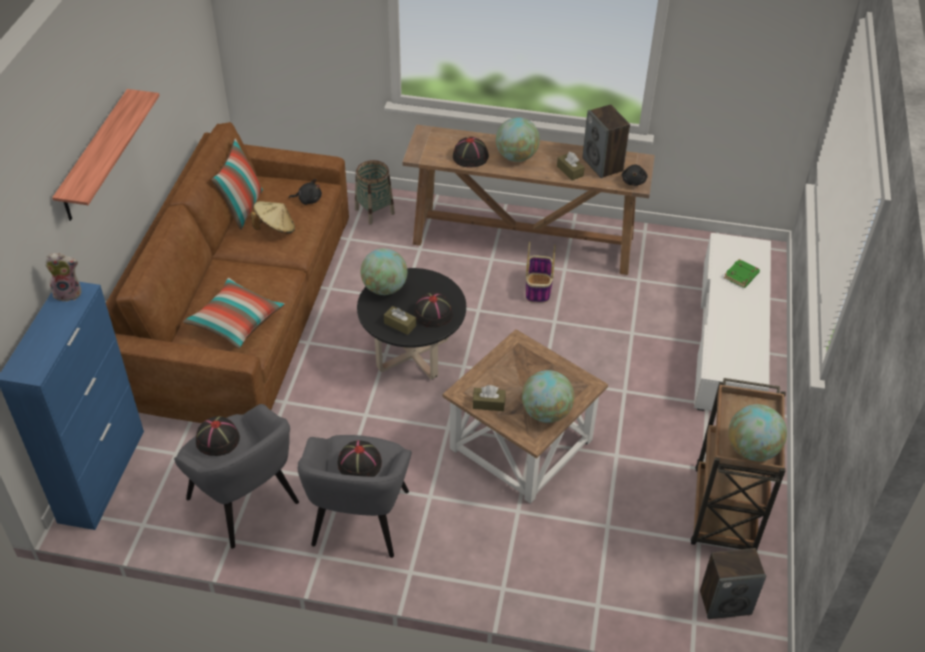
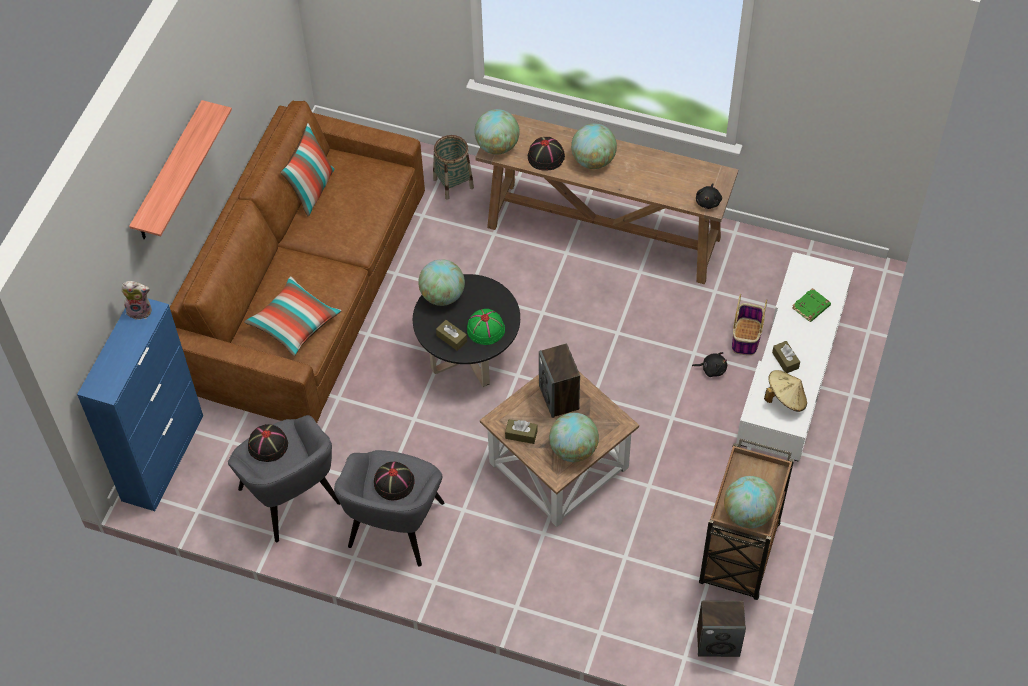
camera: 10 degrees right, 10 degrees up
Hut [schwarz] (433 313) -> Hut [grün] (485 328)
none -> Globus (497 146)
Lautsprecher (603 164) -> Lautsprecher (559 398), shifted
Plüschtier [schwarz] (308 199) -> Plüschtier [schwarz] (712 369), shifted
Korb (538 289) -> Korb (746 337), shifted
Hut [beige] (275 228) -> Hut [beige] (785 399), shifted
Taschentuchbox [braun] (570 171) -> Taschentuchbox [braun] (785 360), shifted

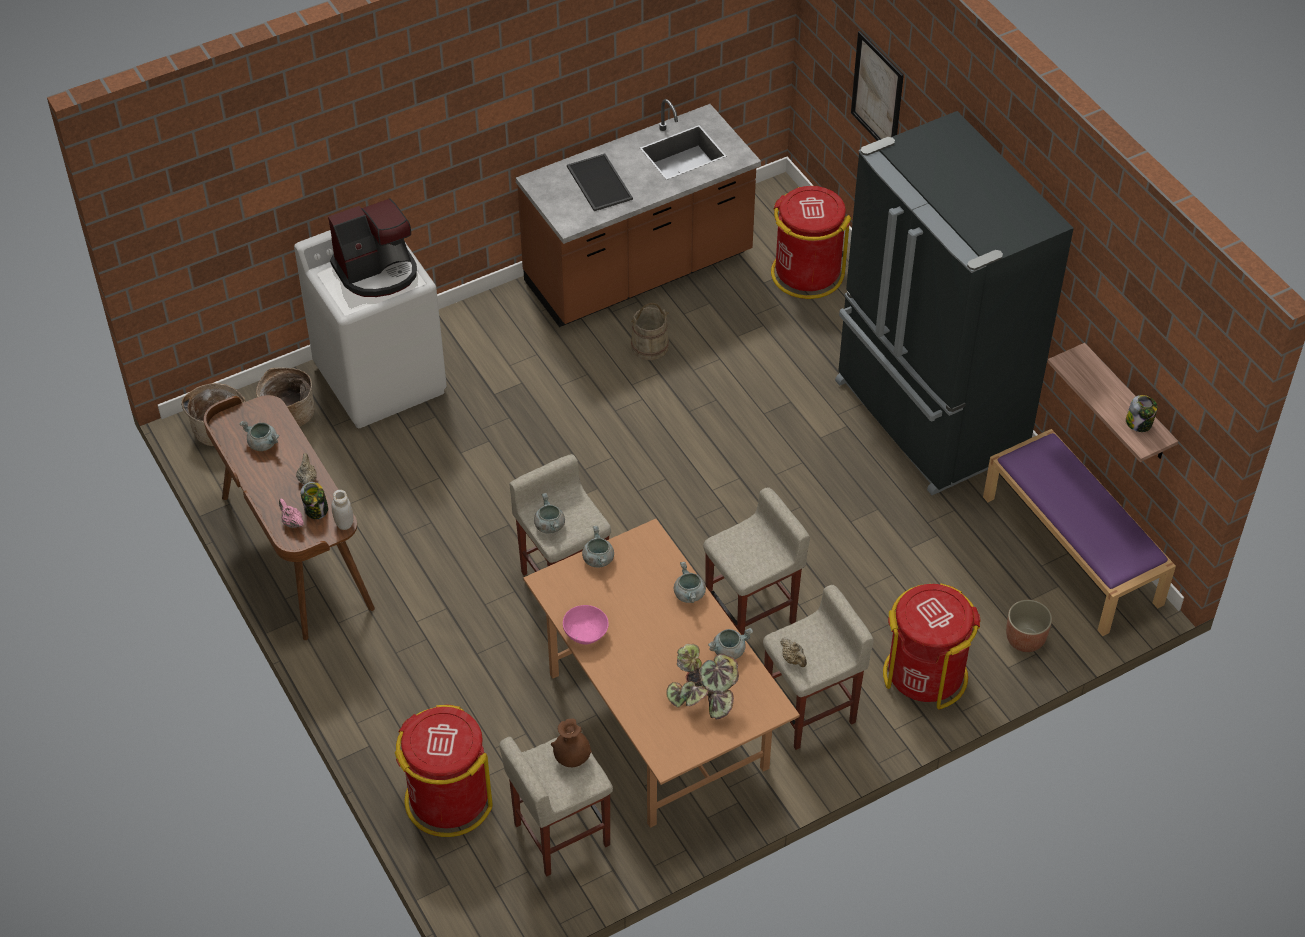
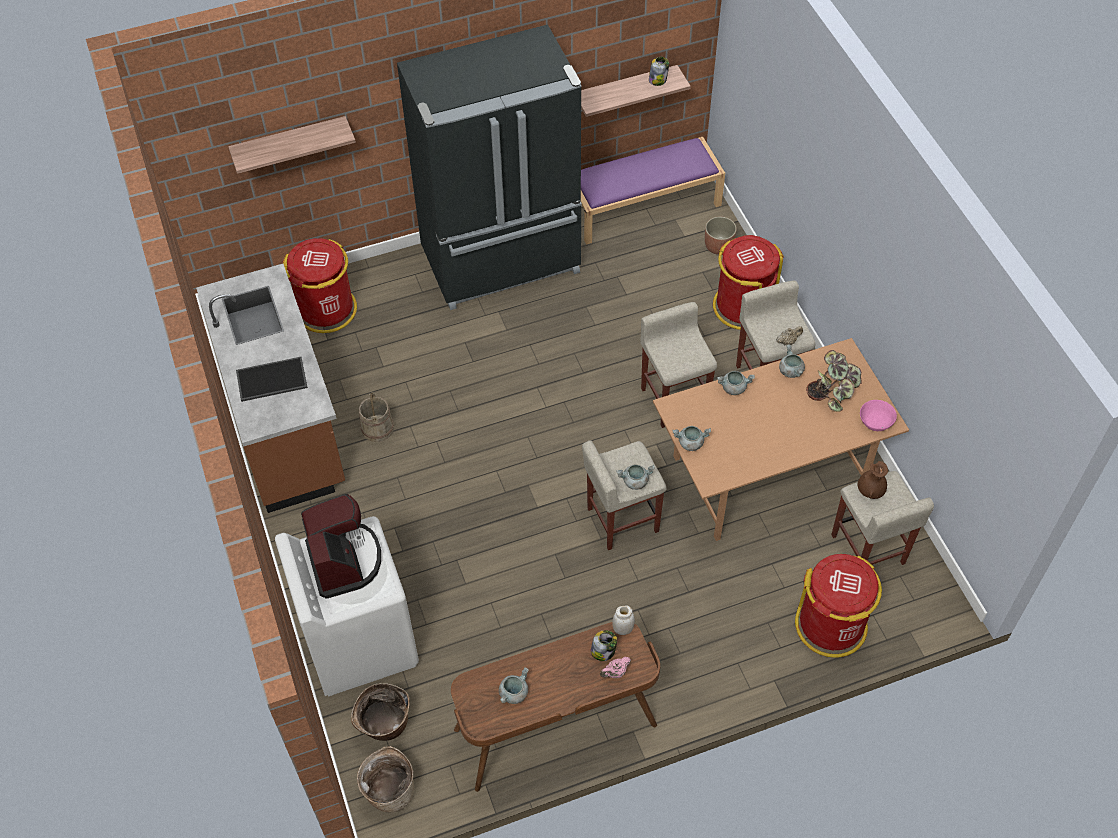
camera: 80 degrees left, 5 degrees up
Bild (877 94) -> Wandregal (290 143)
Schüssel [rosa] (585 633) -> Schüssel [rosa] (875 422), shifted
Teekanne [beige] (307 479) -> none

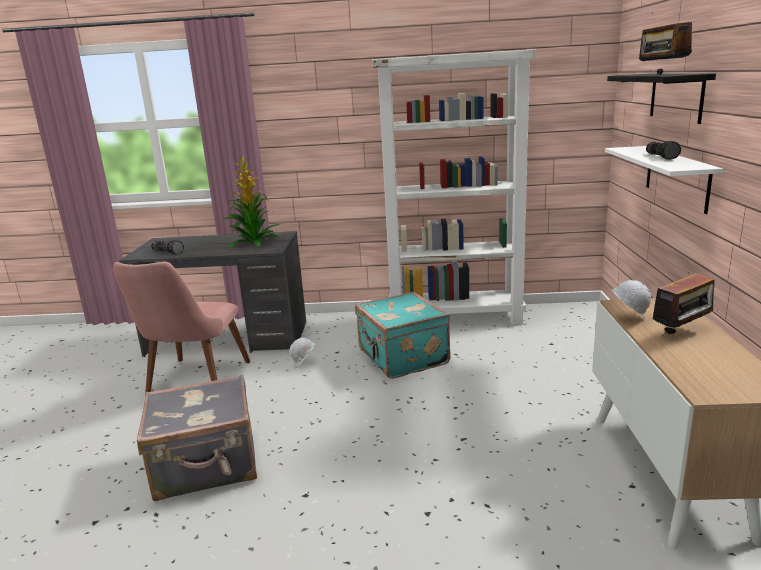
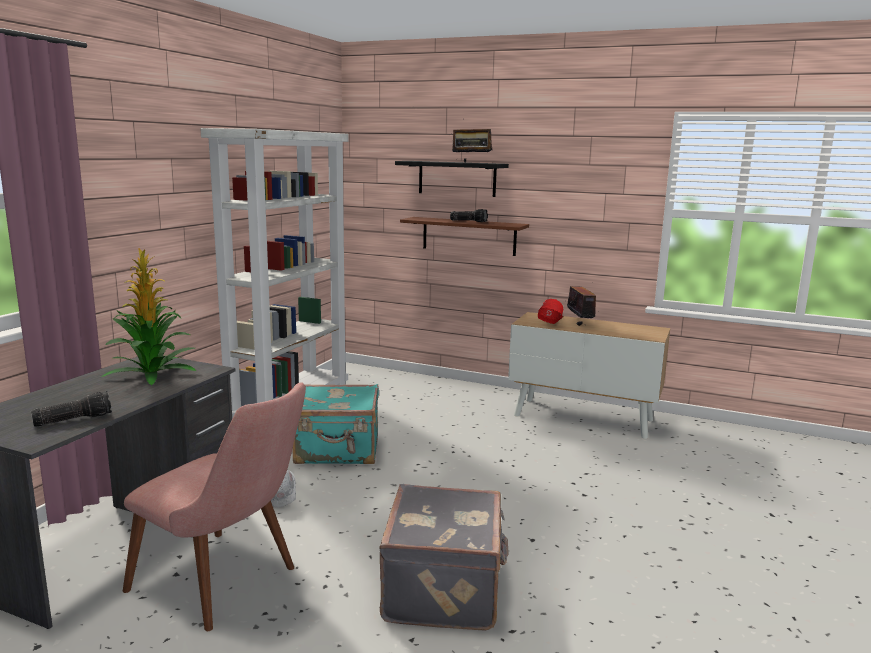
camera: 70 degrees left, 5 degrees down
Wandregal [weiß] (676 177) -> Wandregal [braun] (469 236)
Schutzhelm [weiß] (628 318) -> Schutzhelm [rot] (548 326)

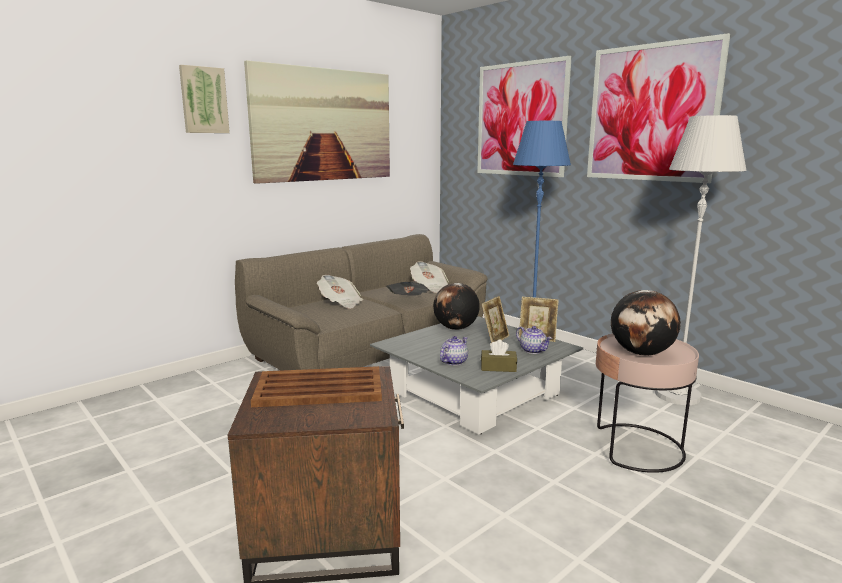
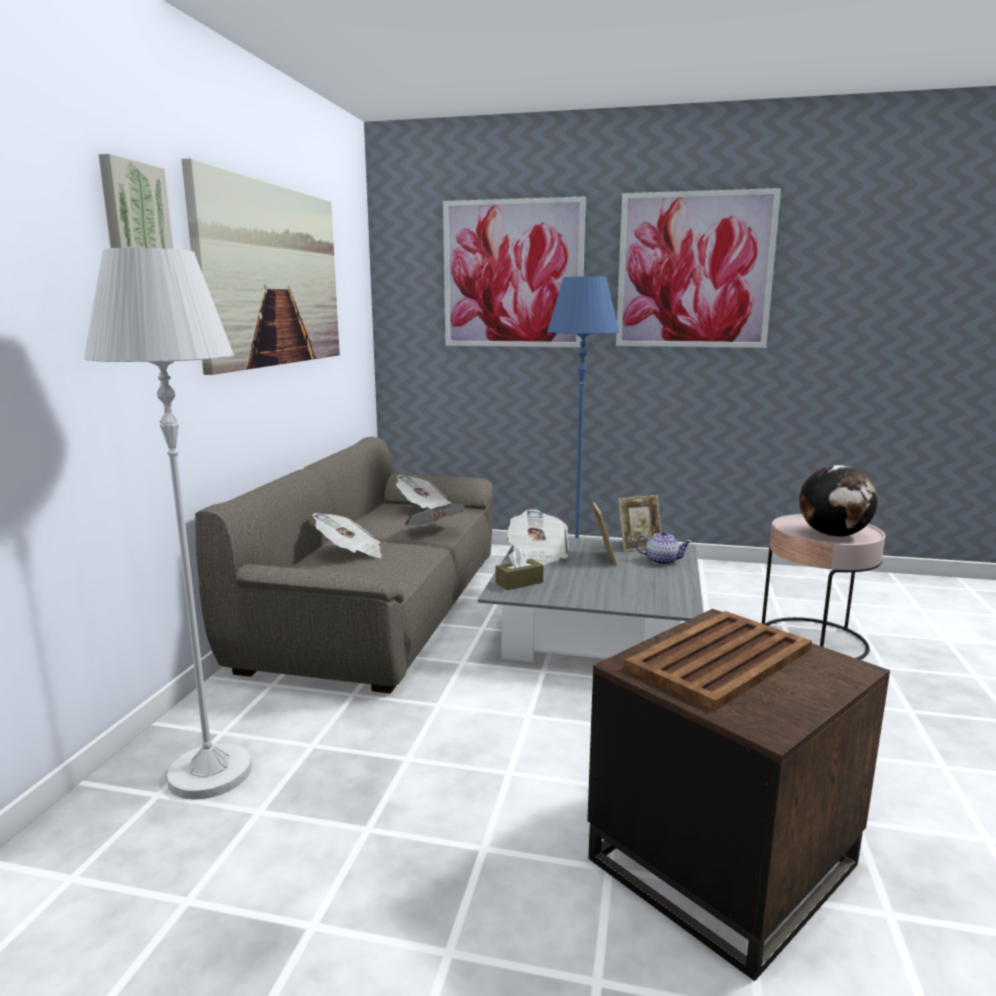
camera: 35 degrees left, 0 degrees up
Stehlampe [weiß] (677 395) -> Stehlampe [weiß] (210 773), shifted
Taschentuchbox [braun] (498 368) -> Taschentuchbox [braun] (519 582), shifted
Globus (455 328) -> Zeitung (538 555)
Teekanne (453 362) -> none

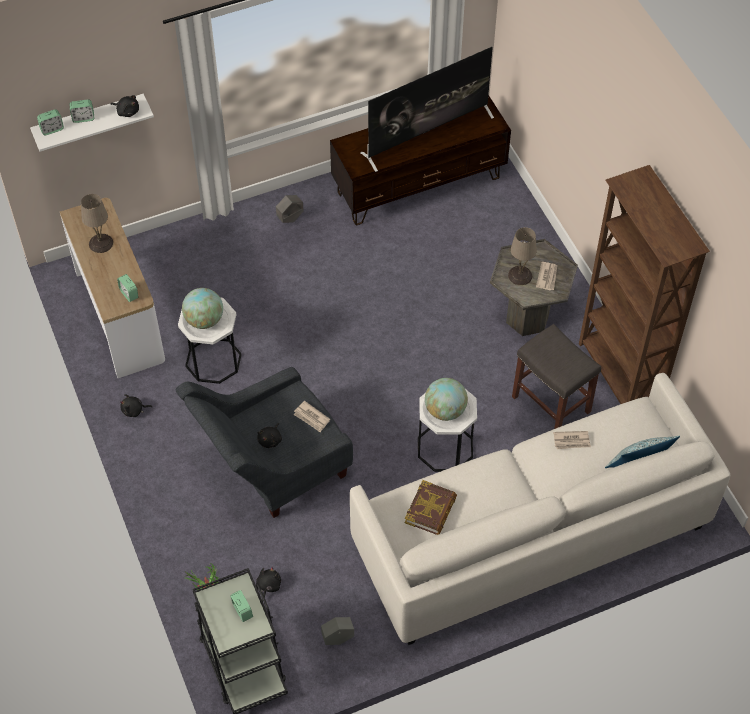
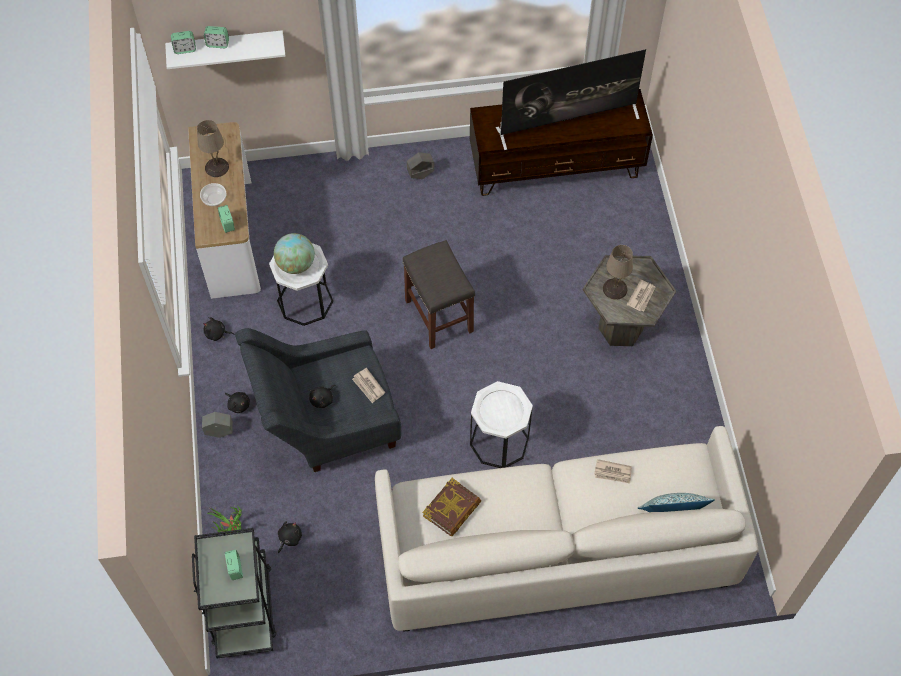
camera: 15 degrees right, 5 degrees up
none -> Schüssel (214 199)
Pflanzkübel [grau] (338 638) -> Pflanzkübel [grau] (219 432), shifted
Plüschtier [schwarz] (127 111) -> Plüschtier [schwarz] (238 404), shifted
Hocker [grau] (552 405) -> Hocker [grau] (440 316), shifted
Globus (445 410) -> none
Bücherregal [braun] (619 375) -> none

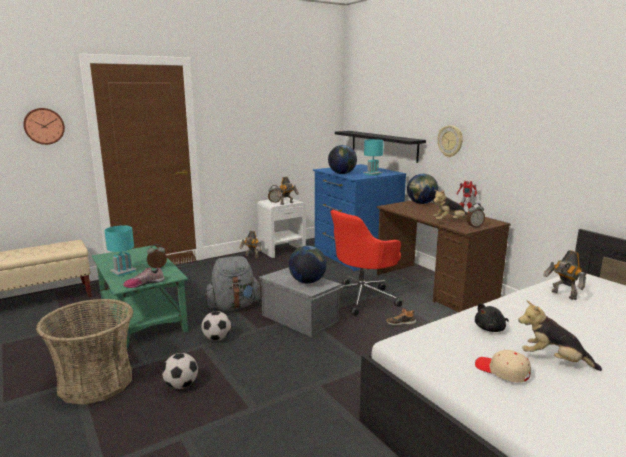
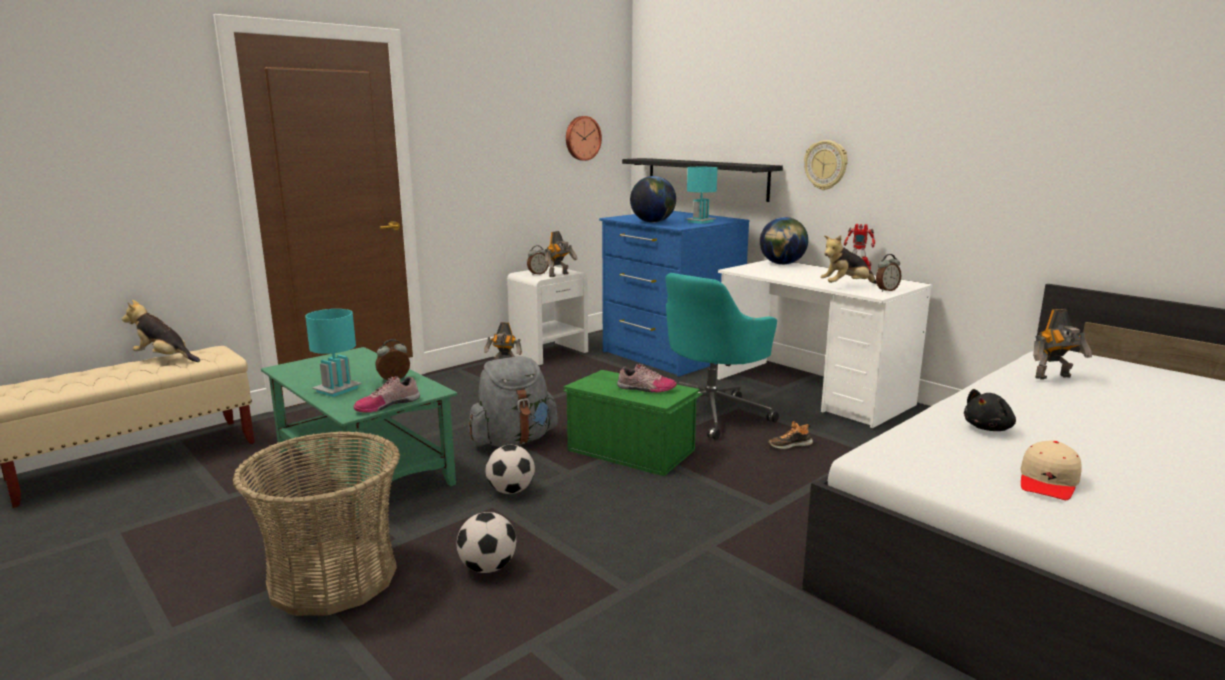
camera: 10 degrees left, 0 degrees up
Plüschtier (553 360) -> Plüschtier (164 358), shifted
Aufbewahrungsbox [grau] (300 317) -> Aufbewahrungsbox [grün] (631 449)
Wanduhr (44 126) -> Wanduhr (582 138), shifted
Globus (307 281) -> Schuh (646 388)
Bürostuhl [rot] (362 298) -> Bürostuhl [türkis] (712 414)
Schreibtisch [braun] (434 287) -> Schreibtisch [weiß] (812 392)
Kappe [beige] (502 371) -> Kappe [beige] (1048 481), 90 degrees counterclockwise
Spielzeugroboter (563 295) -> Spielzeugroboter (1054 377), 60 degrees counterclockwise

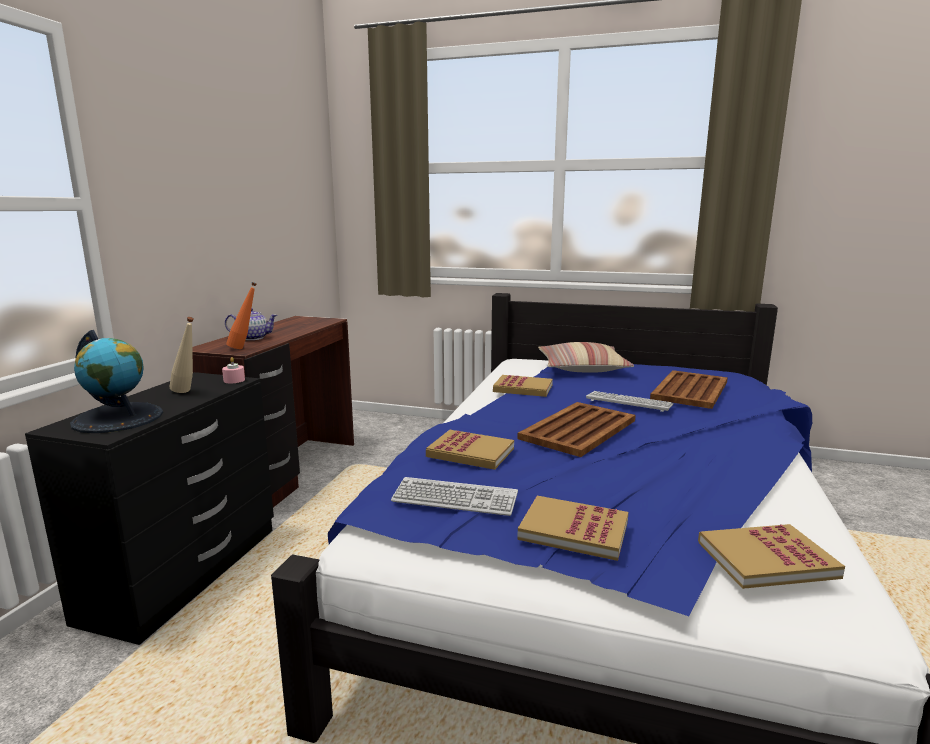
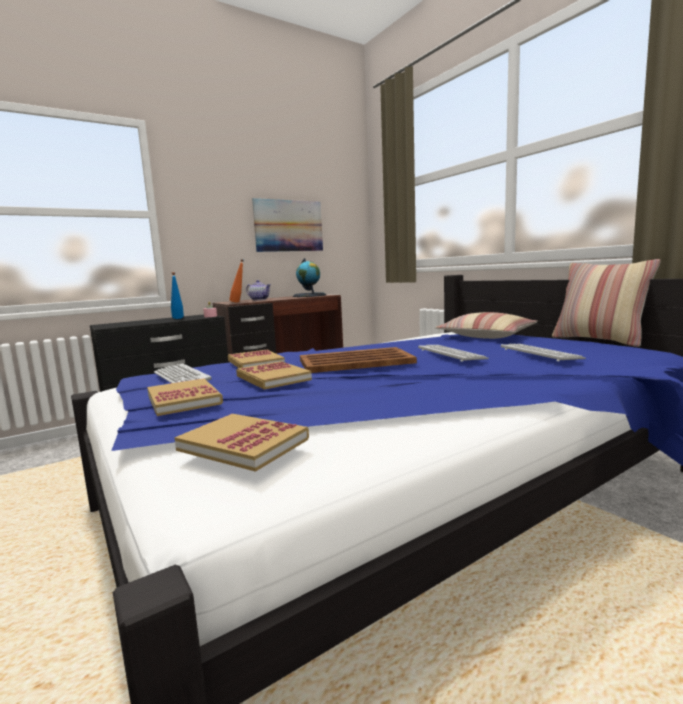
camera: 40 degrees right, 5 degrees down
Flasche [beige] (188 392) -> Flasche [blau] (178 319)
Buch (523 388) -> Buch (273 378), shifted
none -> Bild (289 226)
Globus (118 418) -> Globus (309 295), shifted
Tablett [braun] (689 390) -> Tastatur (540 353)
none -> Kissen (599 340)

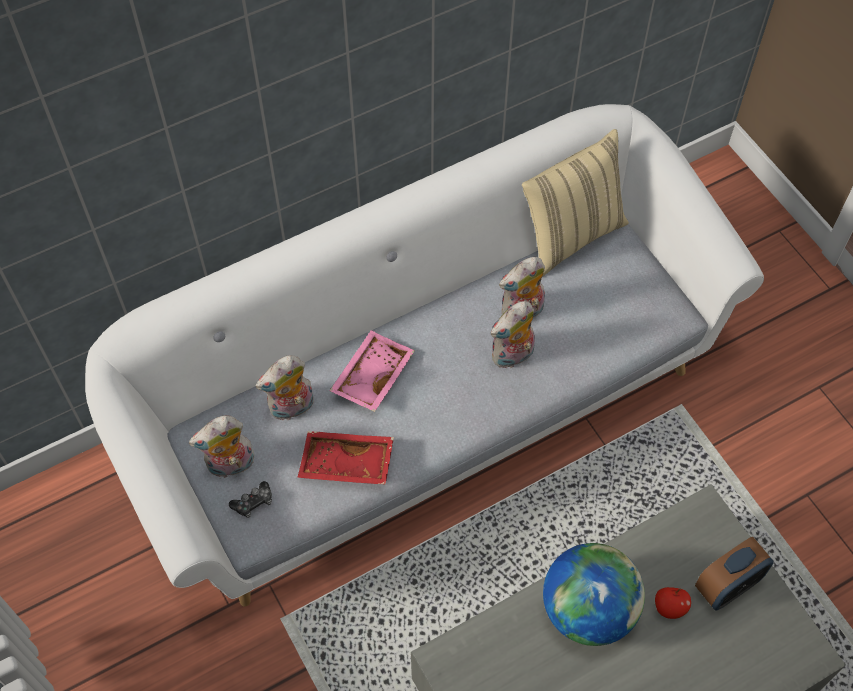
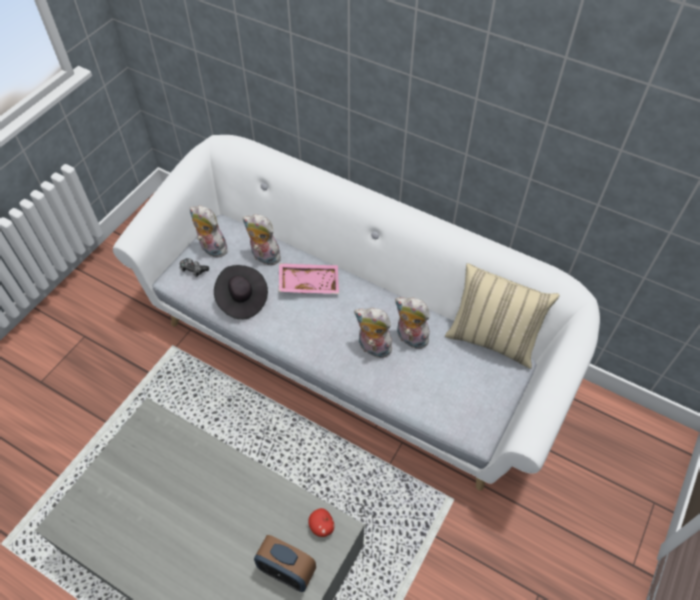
camera: 60 degrees right, 5 degrees down
Tablett [rot] (346 465) -> Hut [schwarz] (241 299)
Apfel (669 607) -> Apfel (321 526), shifted
Globus (588 610) -> none

